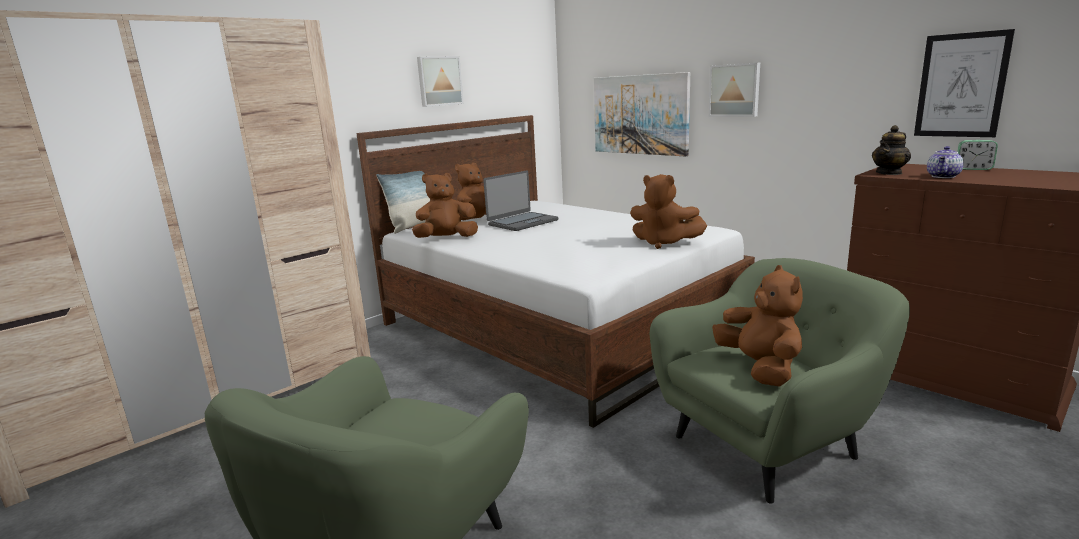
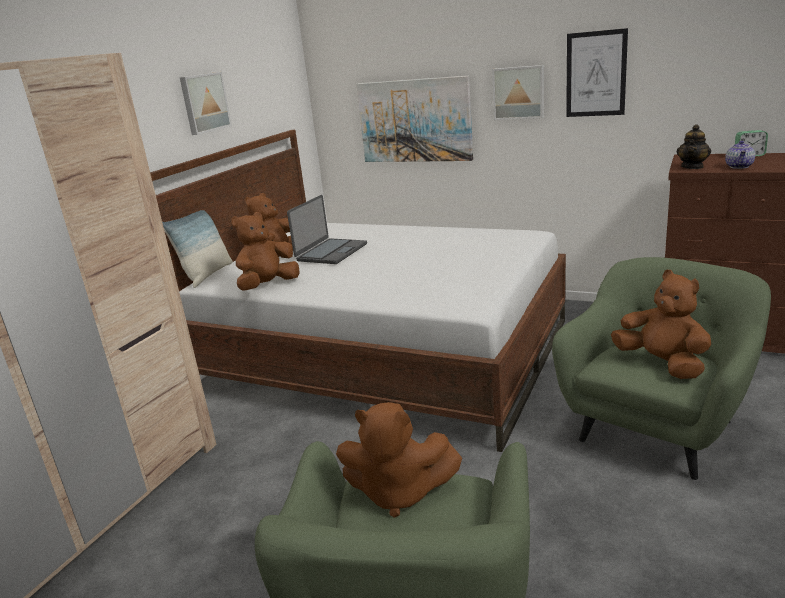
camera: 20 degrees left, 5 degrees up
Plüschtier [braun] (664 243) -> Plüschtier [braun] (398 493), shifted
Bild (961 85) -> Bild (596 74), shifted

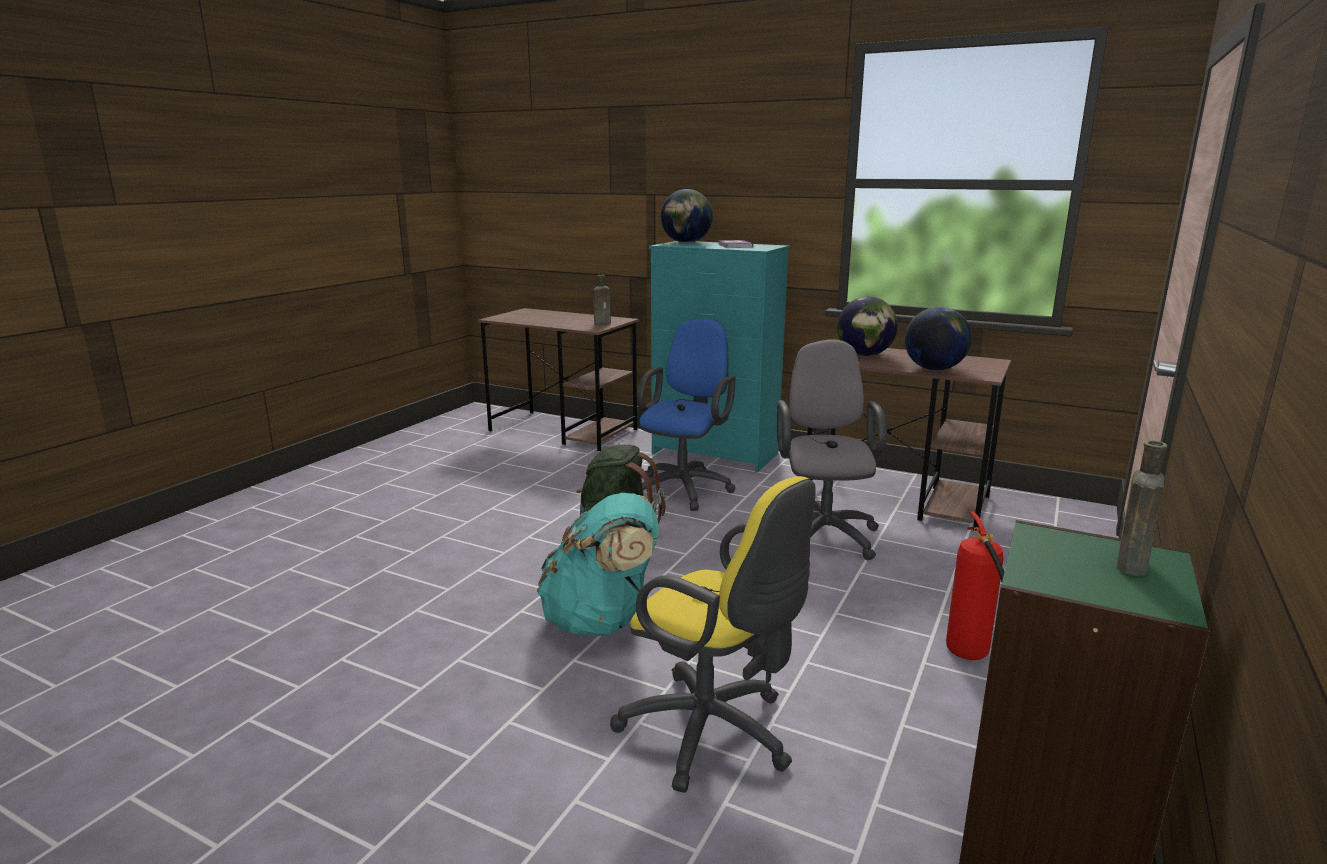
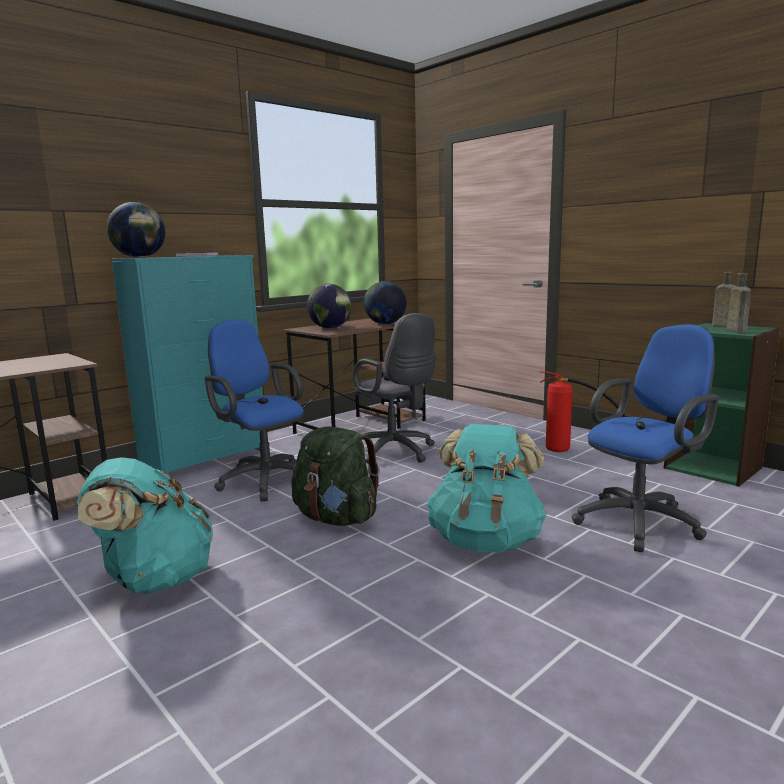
camera: 70 degrees left, 5 degrees down
none -> Rucksack [türkis] (155 579)
Bürostuhl [grau] (823 534) -> Bürostuhl [grau] (396 452), 150 degrees counterclockwise
Bürostuhl [gelb] (714 735) -> Bürostuhl [blau] (642 521)
Flasche [braun] (603 323) -> Flasche [braun] (735 331), shifted

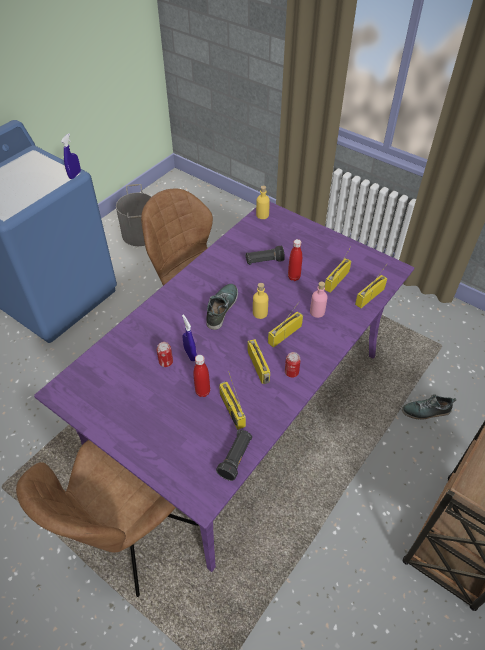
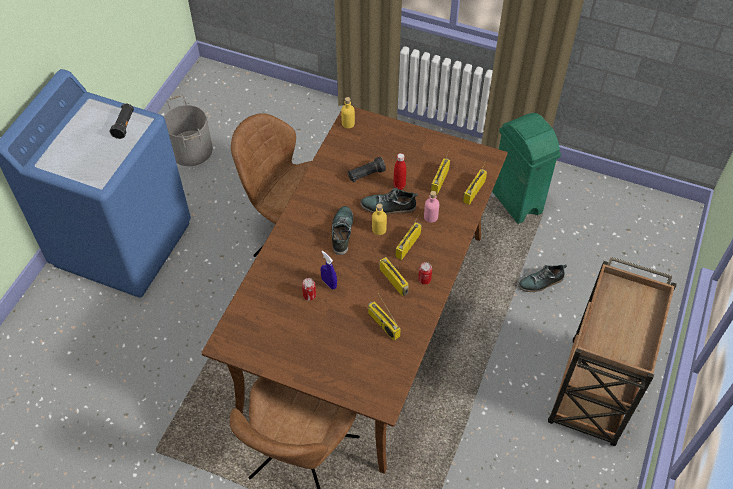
camera: 15 degrees left, 5 degrees up
Taschenlampe [schwarz] (236 458) -> Taschenlampe [schwarz] (124 125), shifted
Esstisch [lila] (242 410) -> Esstisch [braun] (367 322)
none -> Schuh (388 207)
none -> Mülleimer [grün] (516 202)
Sprühflasche [blau] (75 175) -> none
Flasche [rot] (202 392) -> none

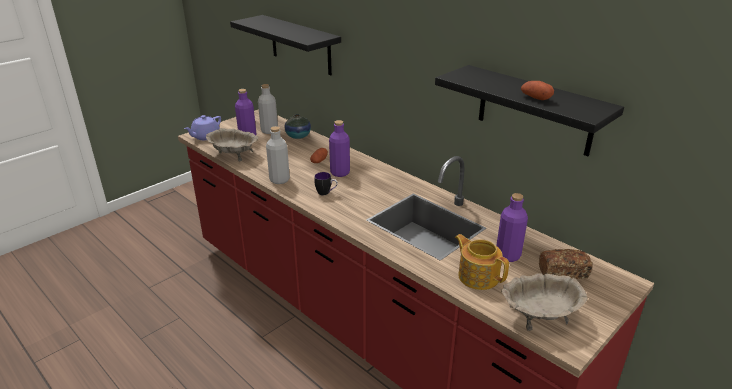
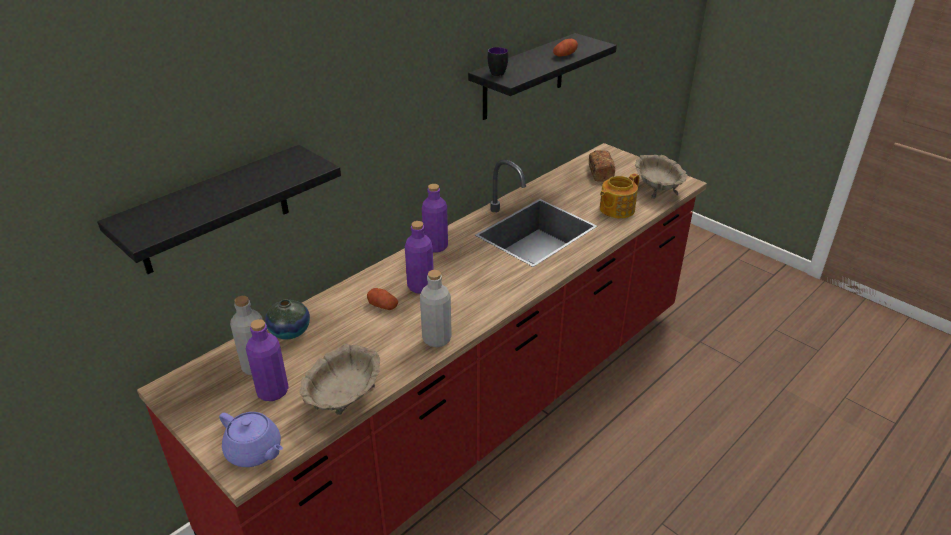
camera: 90 degrees left, 5 degrees up
Flasche [lila] (508 255) -> Flasche [lila] (435 246), shifted
Henkelbecher (326 193) -> Henkelbecher (498 72), shifted

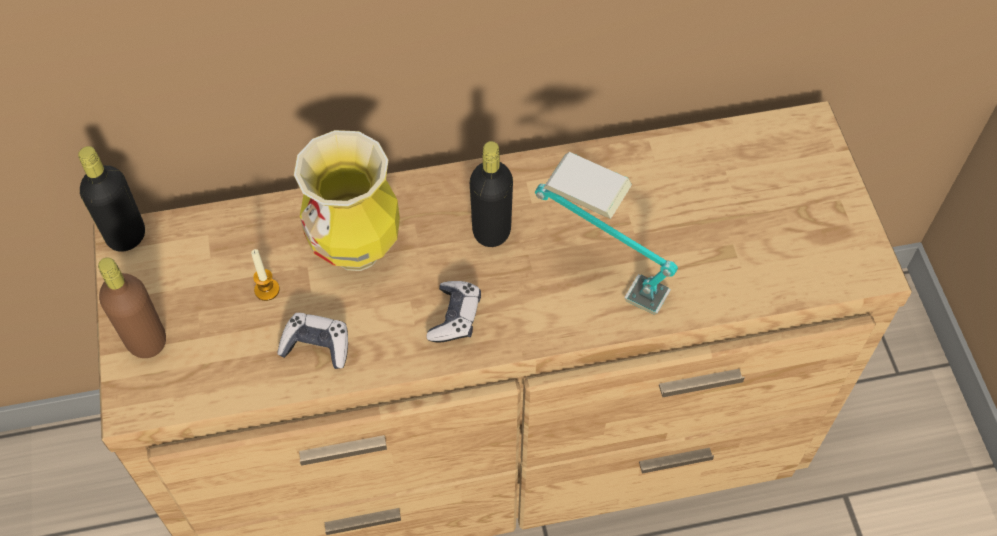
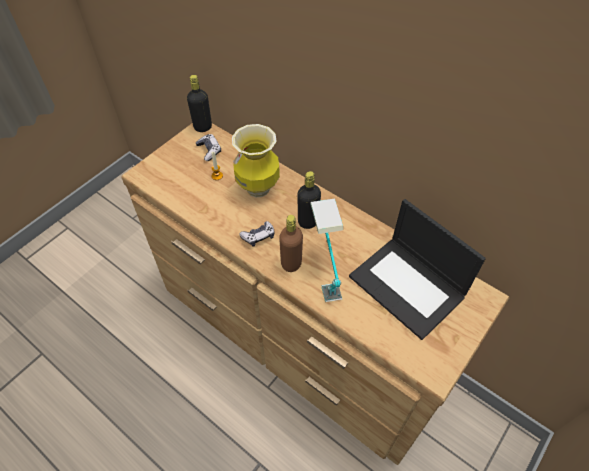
camera: 50 degrees right, 5 degrees down
Gamepad (317 345) -> Gamepad (209 150), shifted
Flasche [braun] (146 341) -> Flasche [braun] (291 263), shifted
none -> Laptop (408 286)

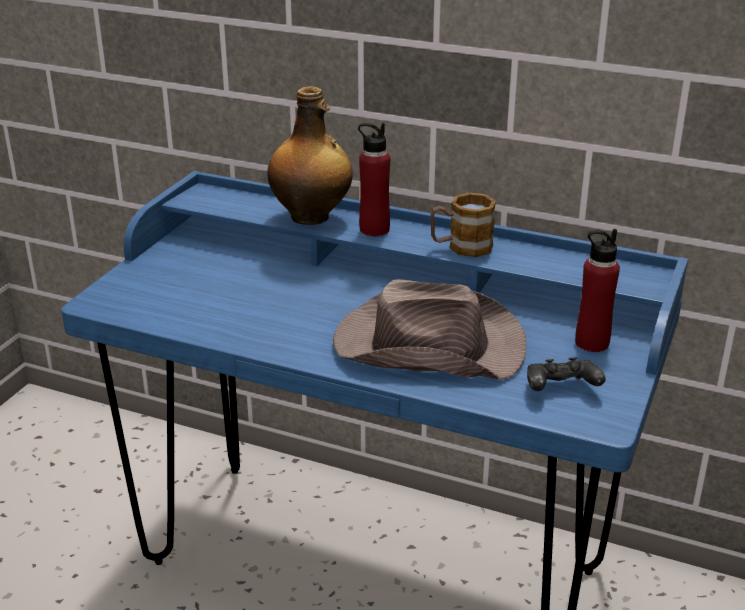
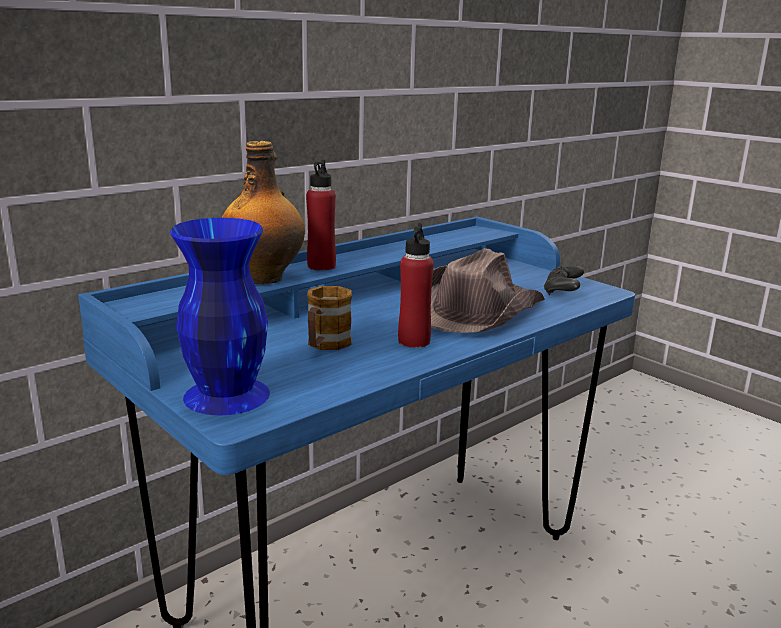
camera: 65 degrees left, 10 degrees down
none -> Vase [blau] (225 395)
Henkelbecher (461 247) -> Henkelbecher (325 345), shifted
Flasche [rot] (591 343) -> Flasche [rot] (414 341), shifted

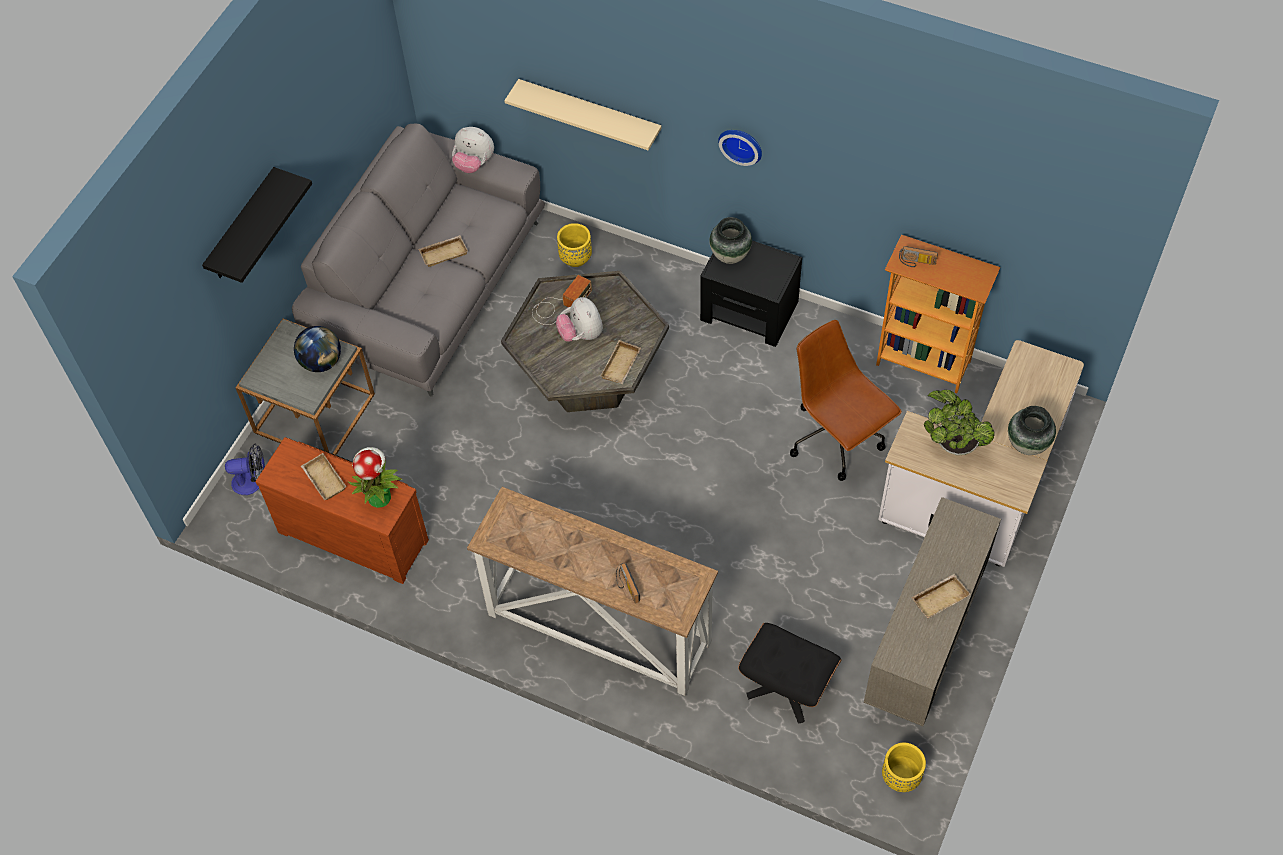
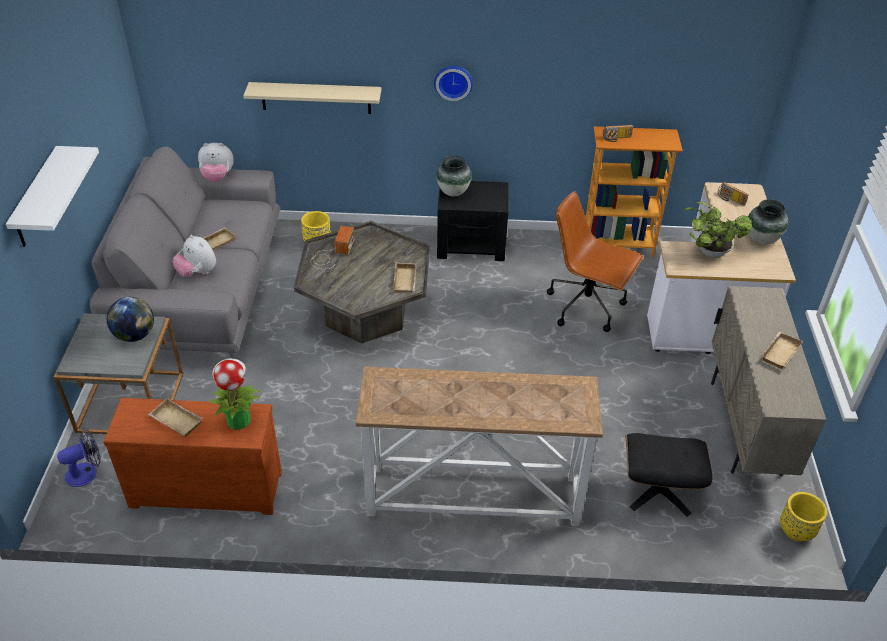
camera: 25 degrees left, 15 degrees down
Wandregal [schwarz] (242 227) -> Wandregal [weiß] (37 198)
Plüschtier (581 334) -> Plüschtier (197 273), shifted
Radio (626 587) -> Radio (730 199), shifted

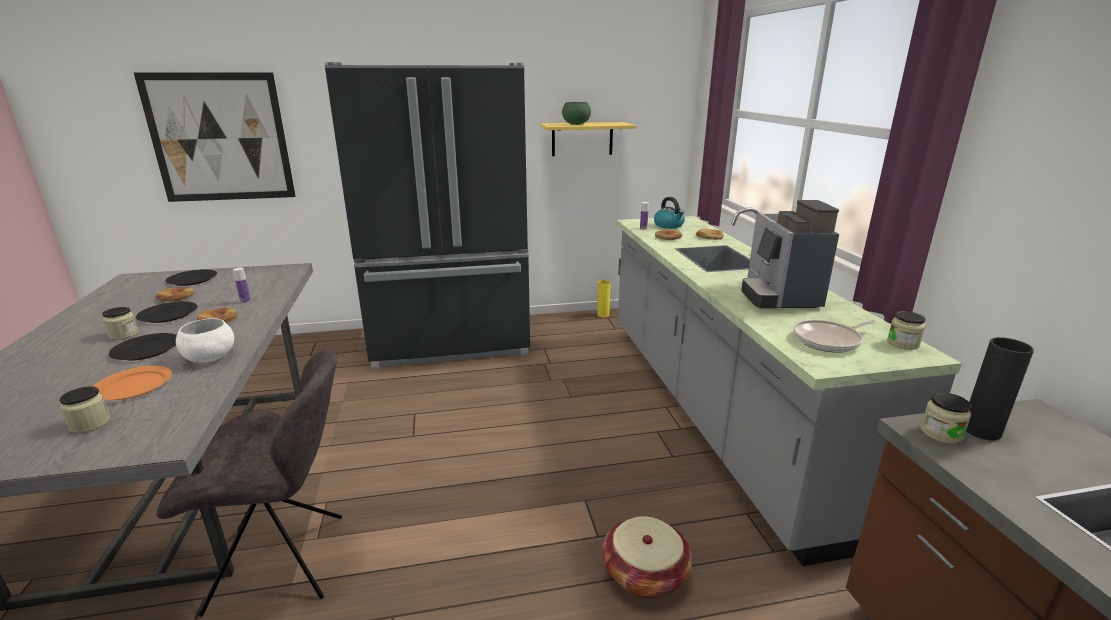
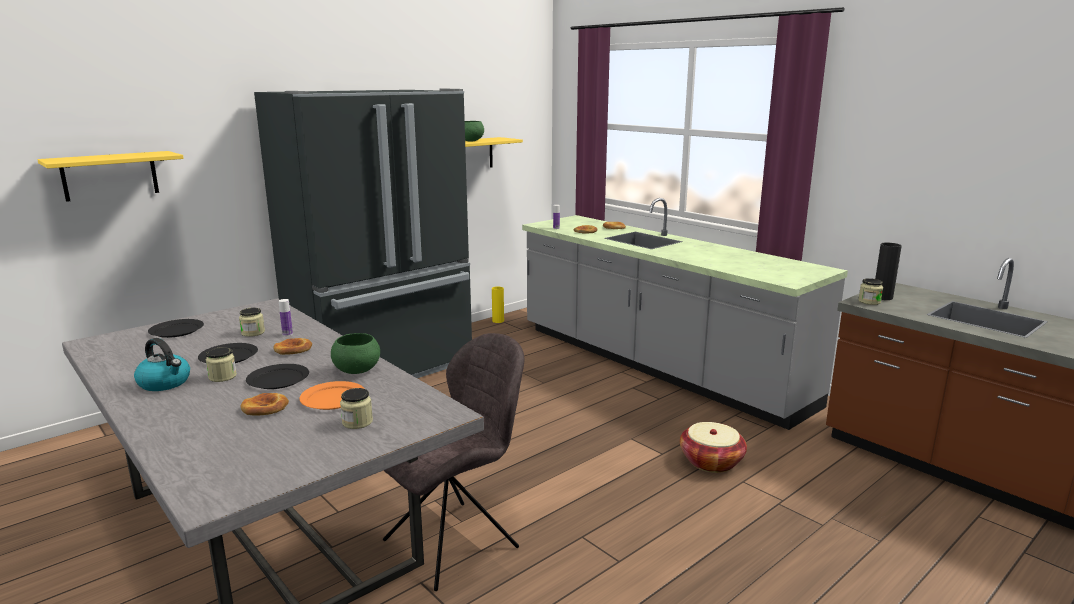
camera: 30 degrees left, 5 degrees down
Bild (220 138) -> Wandregal [gelb] (110 175)
Wasserkessel (669 225) -> Wasserkessel (165 383), shifted
Vorratsglas (903 343) -> Vorratsglas (253 333), shifted
Brot (176 297) -> Brot (265 408), shifted
Schüssel [weiß] (209 358) -> Schüssel [grün] (356 371)
Kaffeemaschine (778 296) -> none
Pfanne (829 341) -> none

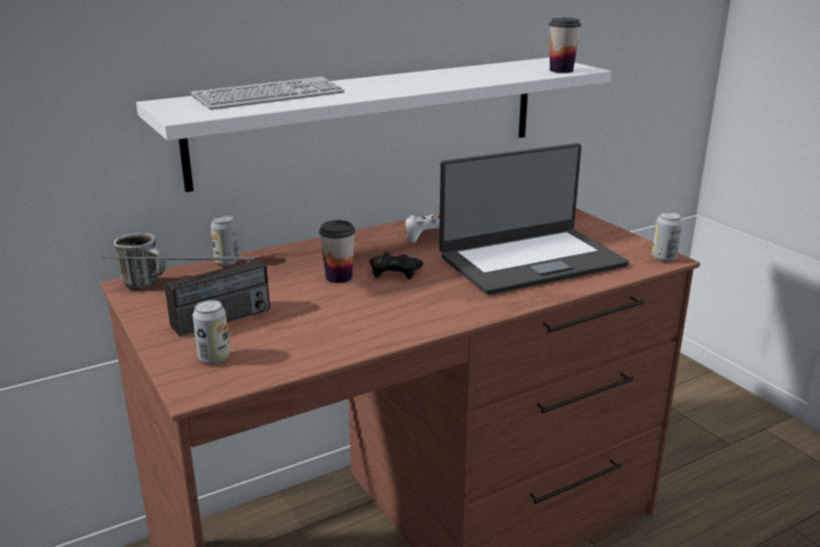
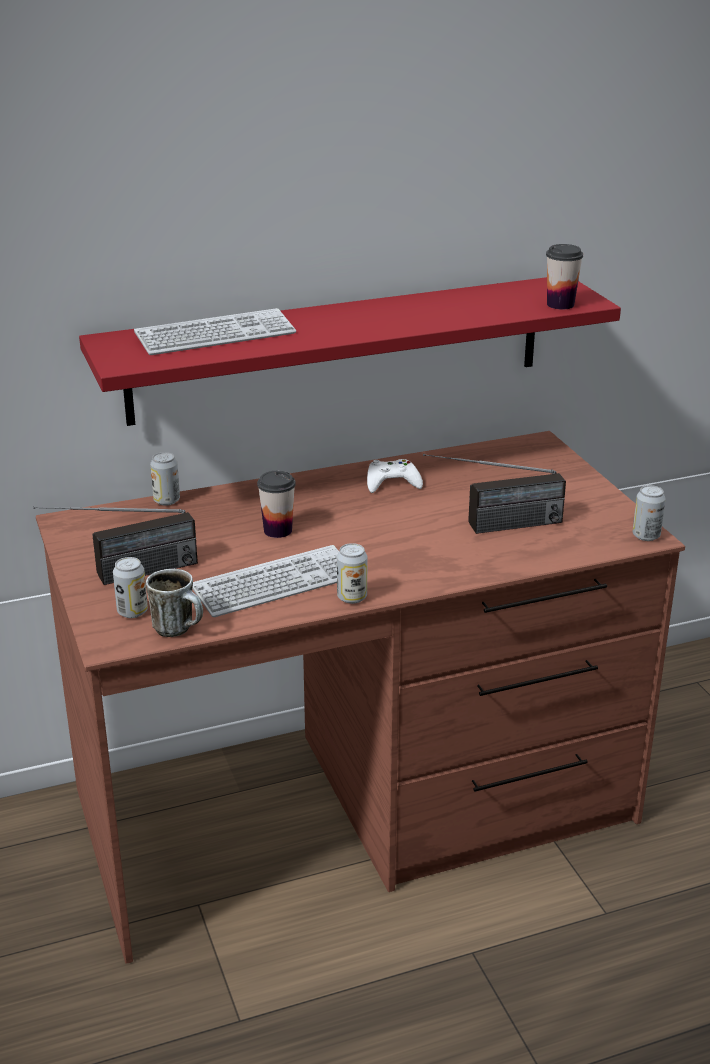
camera: 10 degrees right, 5 degrees up
Wandregal [weiß] (371 119) -> Wandregal [rot] (338 349)
Henkelbecher (147 284) -> Henkelbecher (179 630), shifted
none -> Tastatur (275 584)
none -> Dose (352 597)
Laptop (530 260) -> Radio (492 527)
Gamepad [schwarz] (394 272) -> none

